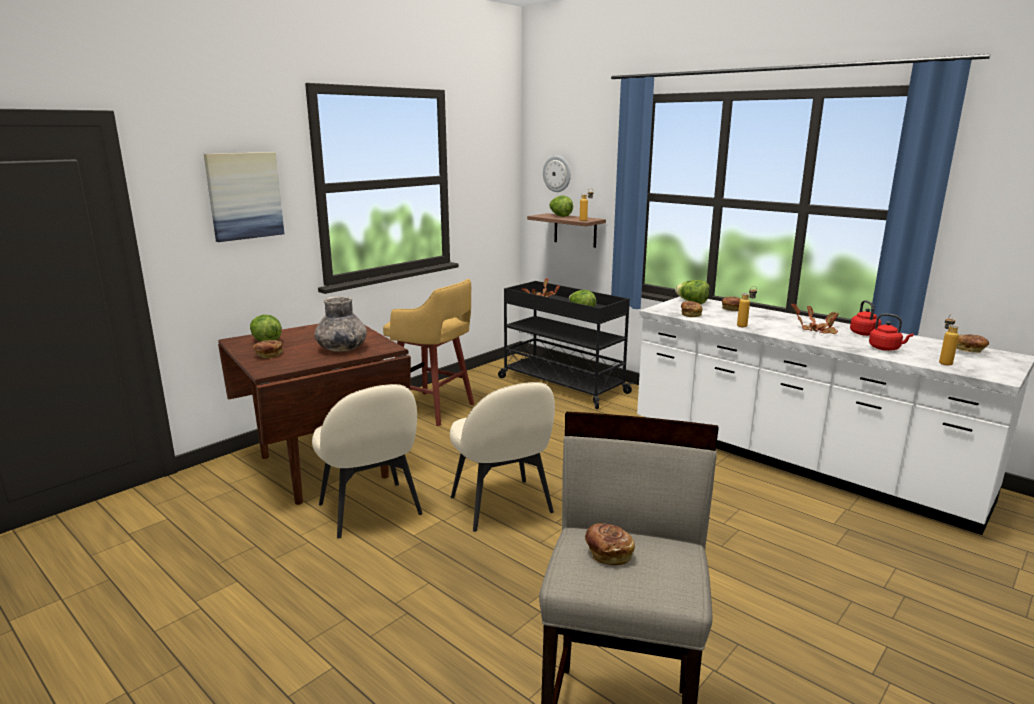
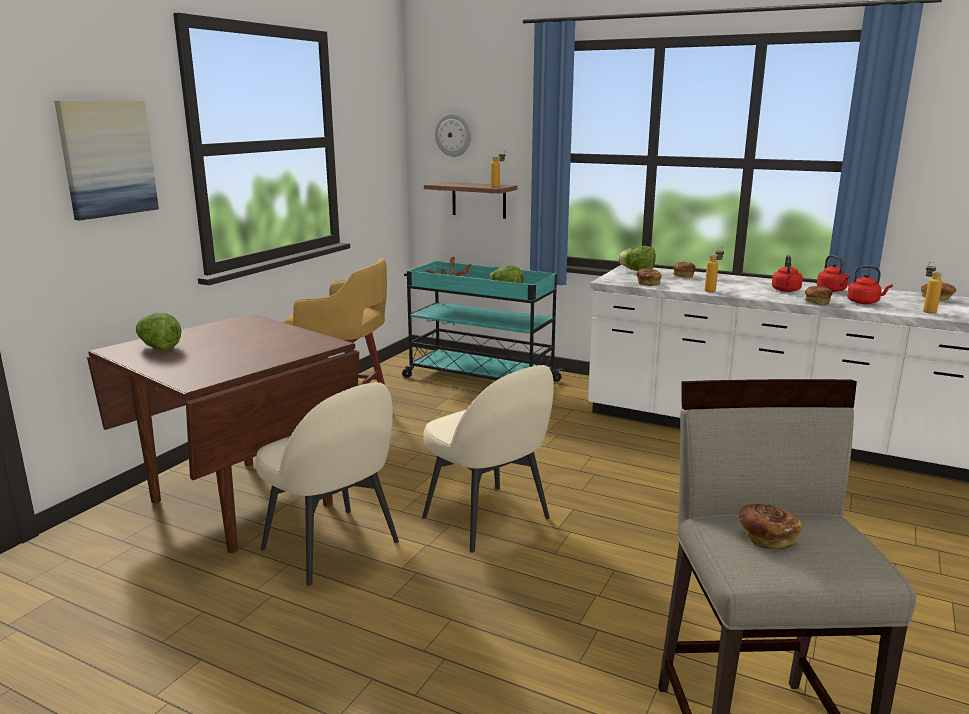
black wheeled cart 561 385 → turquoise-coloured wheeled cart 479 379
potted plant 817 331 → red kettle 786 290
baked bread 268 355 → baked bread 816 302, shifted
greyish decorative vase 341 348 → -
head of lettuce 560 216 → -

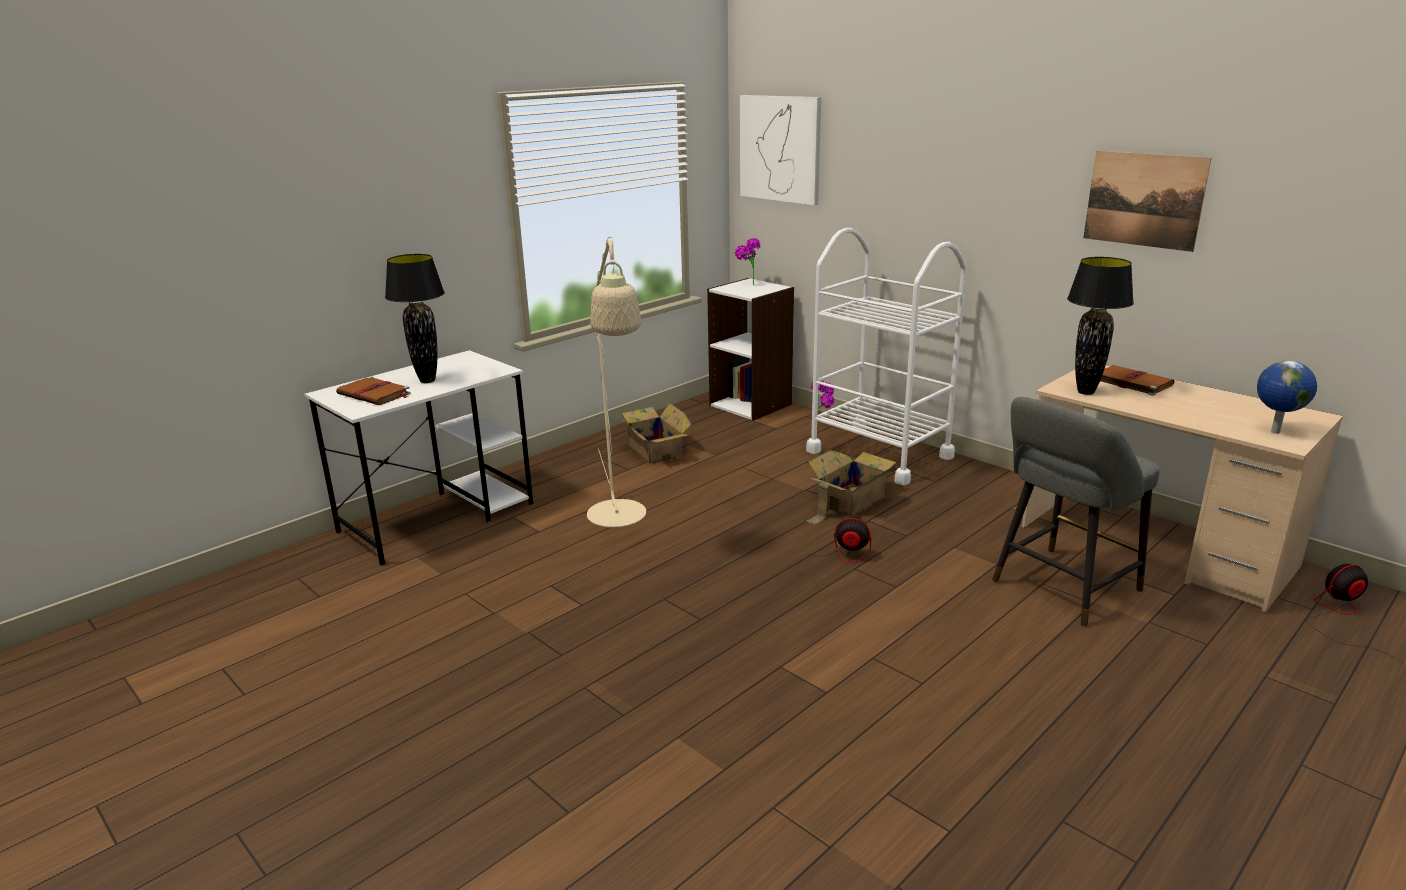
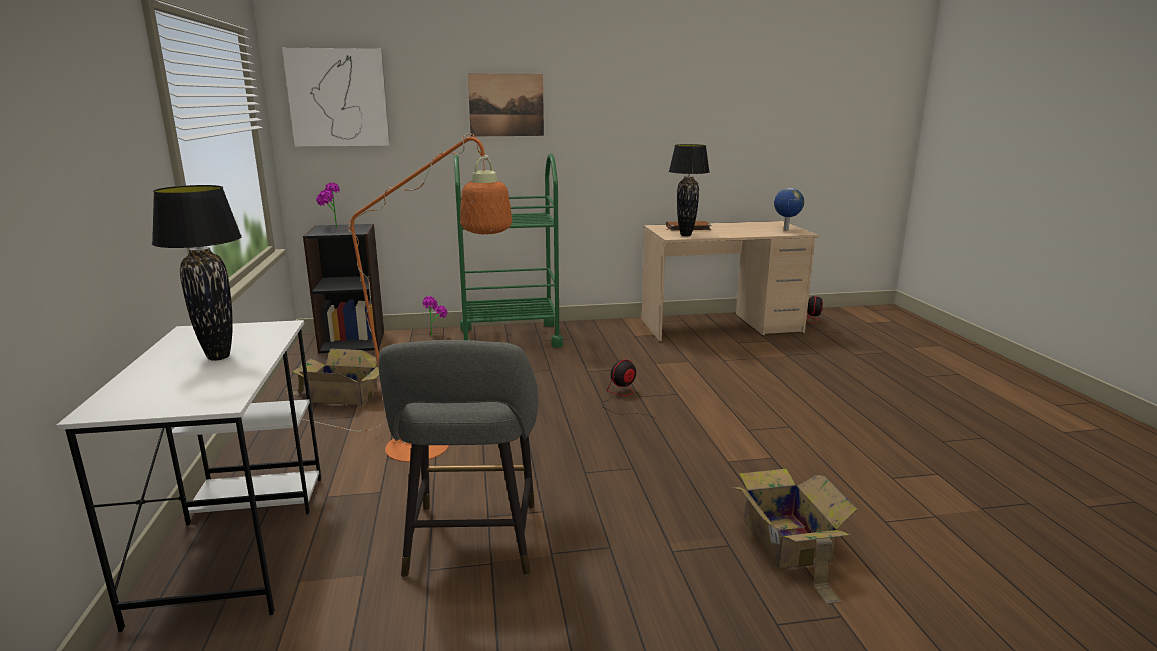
beige standing lamp 619 520 → orangey standing lamp 432 449
whitish bookcase 751 405 → black bookcase 352 342
greyish stool seat 1061 589 → greyish stool seat 471 545, shifted
whitish wheeled cart 879 454 → green-coloured wheeled cart 510 337
wall art 1144 200 → wall art 506 105, shifted
packing box 849 501 → packing box 787 543, shifted
brownish bound book 375 394 → -

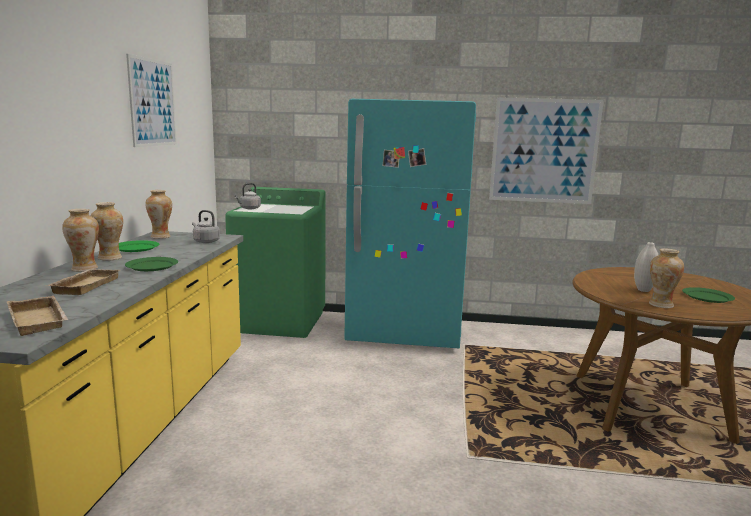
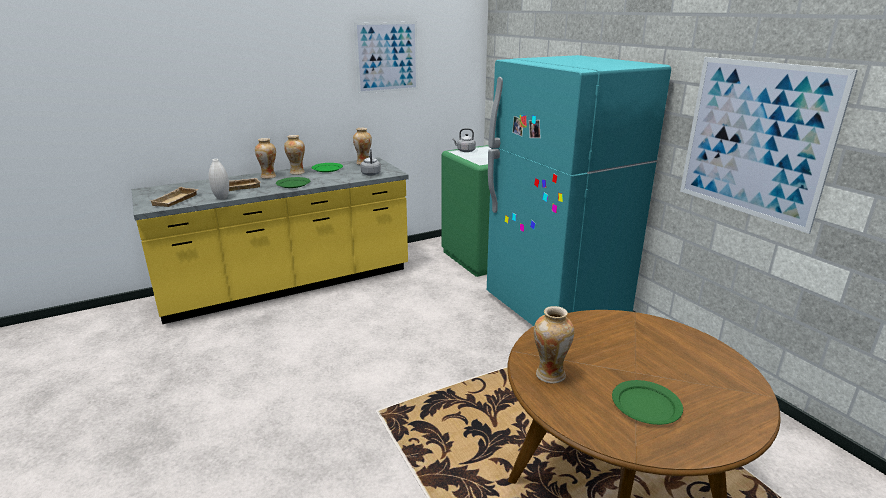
whitish decorative vase 643 290 → whitish decorative vase 222 198, shifted

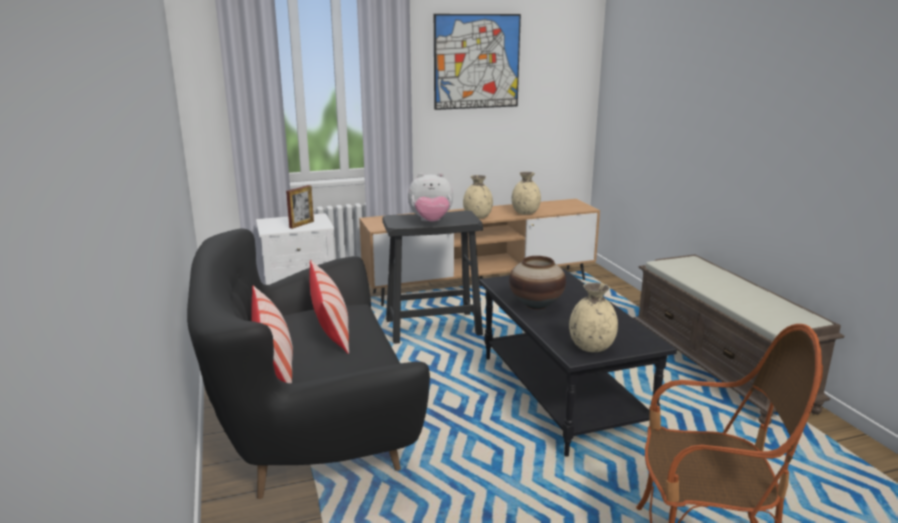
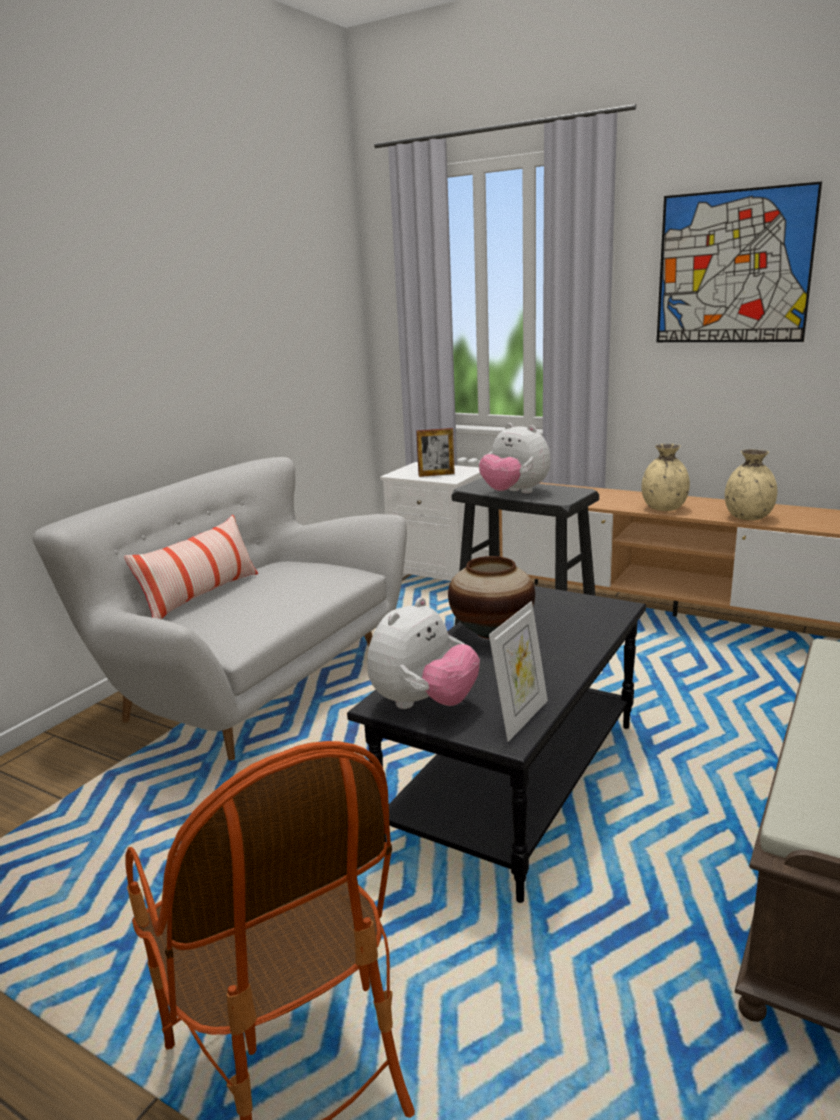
black settee 308 426 → whitish settee 251 684
beige decorative vase 591 347 → plush toy 423 704
- → standing frame 520 718
throw pillow 330 328 → -

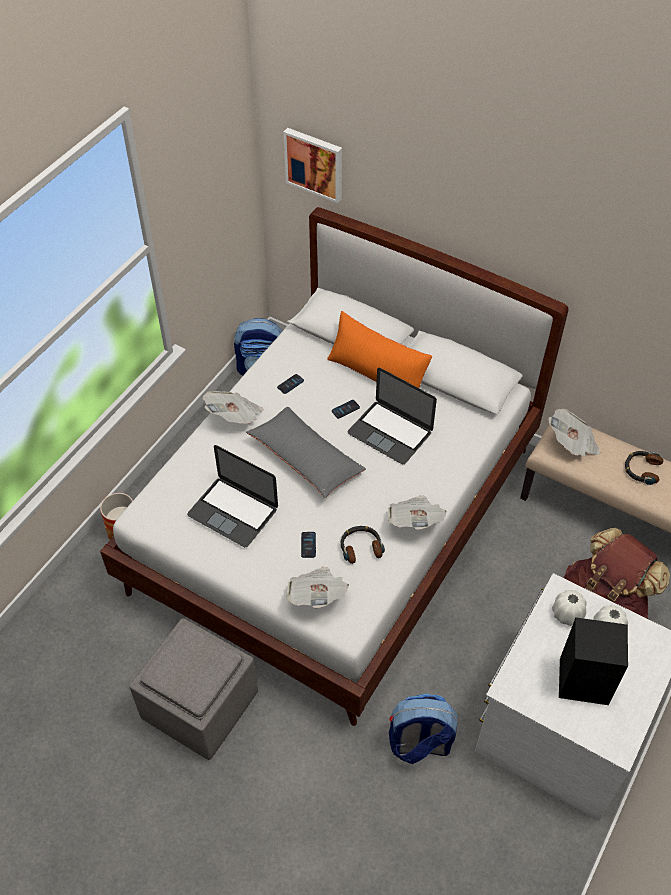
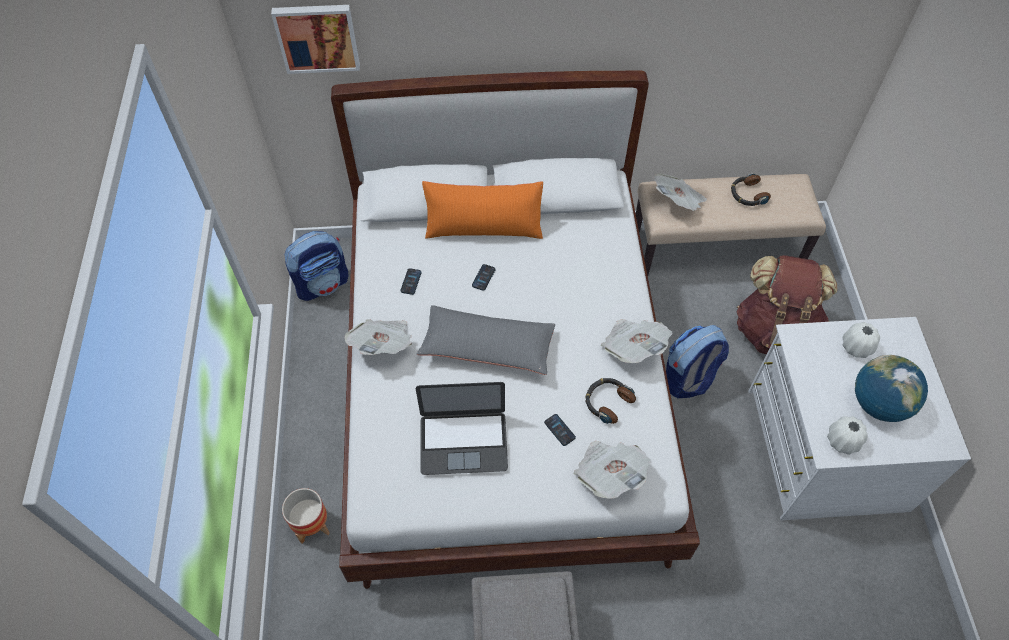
knapsack 419 744 → knapsack 688 379, shifted
whitish decorative vase 567 614 → whitish decorative vase 842 441, shifted
black speaker 585 681 → world globe 878 404
notebook computer 390 432 → -

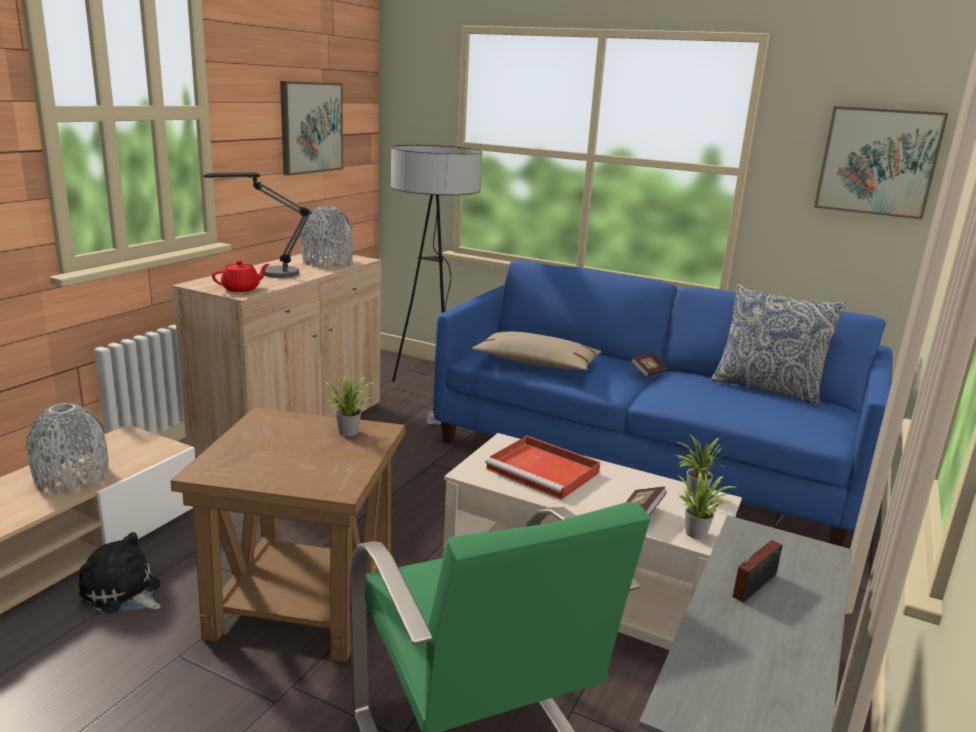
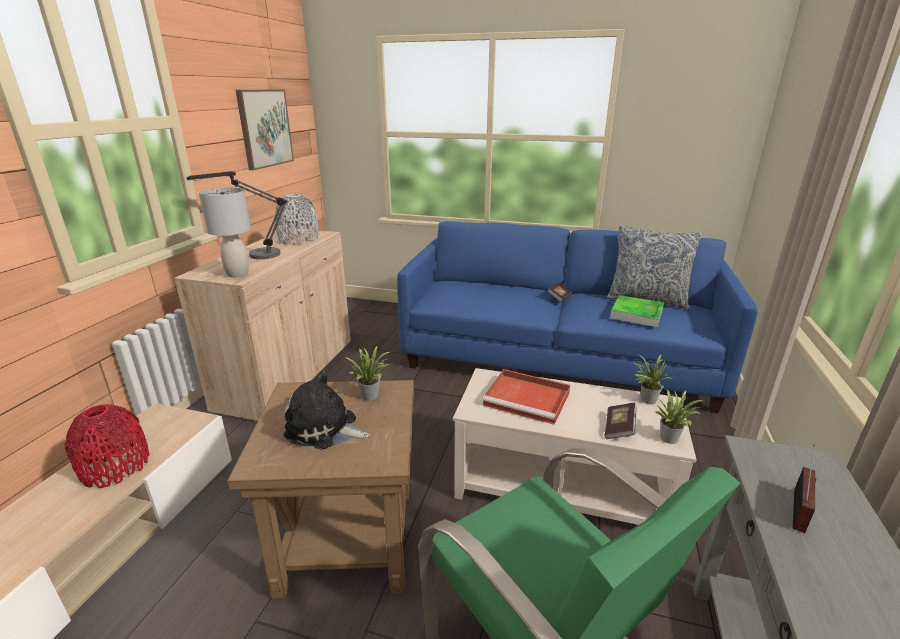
greyish decorative vase 72 476 → red decorative vase 115 466
red teapot 241 289 → greyish tabletop lamp 237 274
plush toy 123 593 → plush toy 324 429, shifted
- → tray 636 314
standing lamp 430 390 → -
beige throw pillow 536 363 → -
wall art 878 162 → -

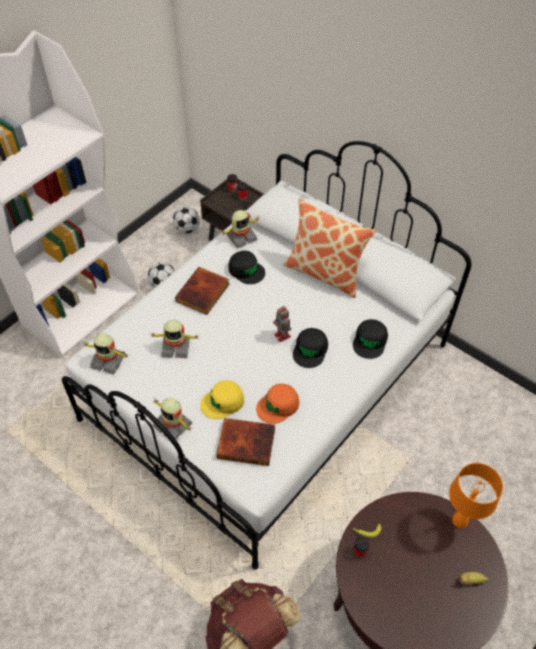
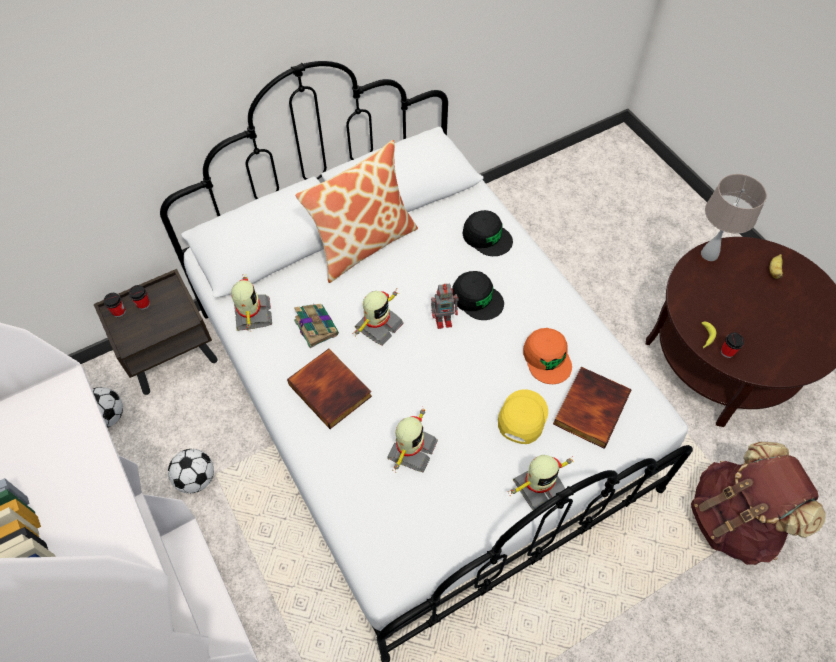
black cap 246 270 → bound book 315 326
robot figure 108 360 → robot figure 378 325, shifted
yellow cap 223 402 → yellow cap 522 417, 150 degrees counterclockwise
orangey tabletop lamp 460 520 → beige tabletop lamp 709 254

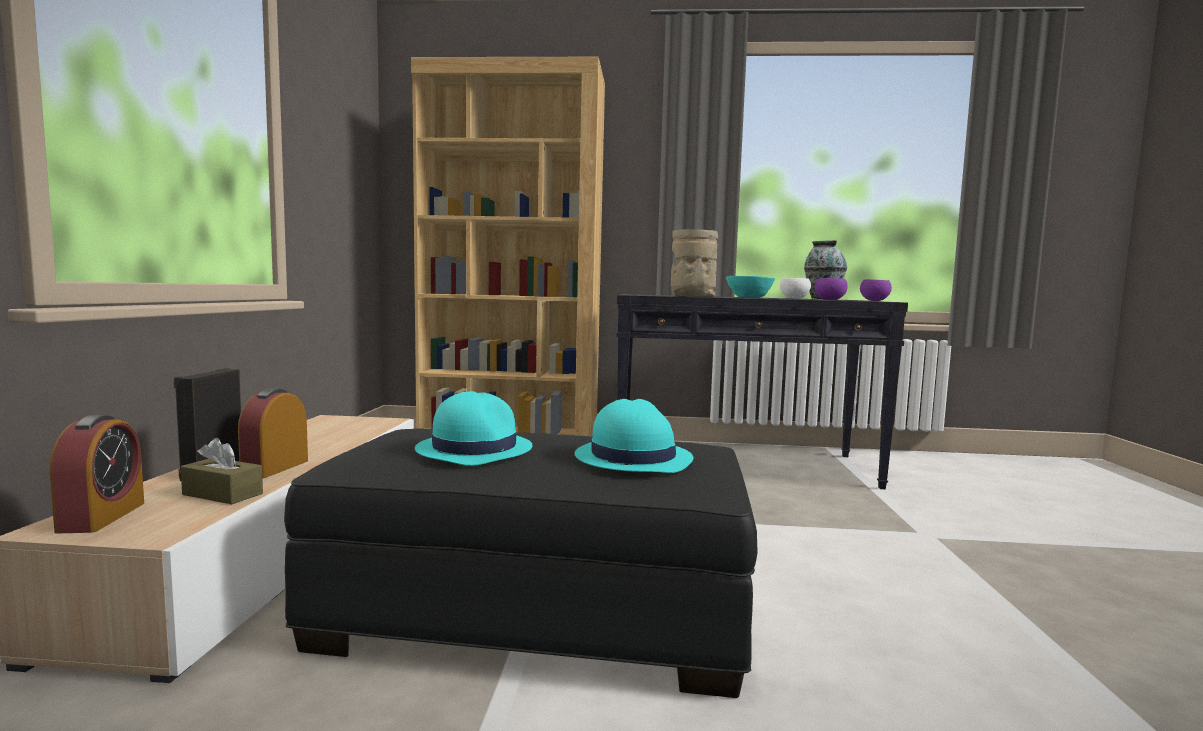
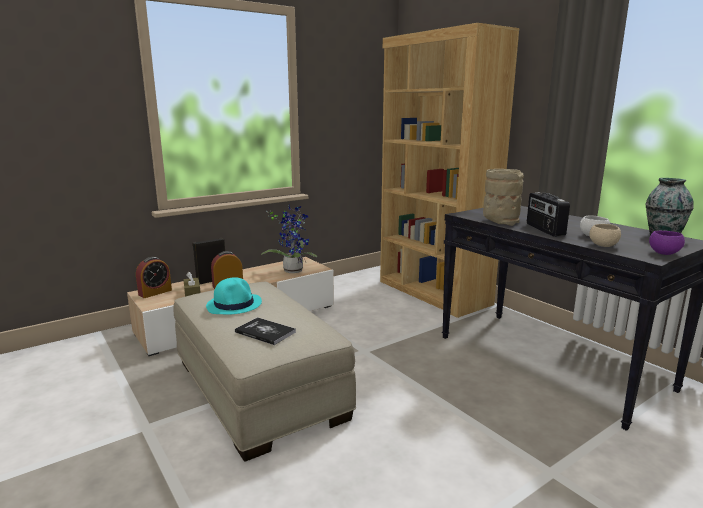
black ottoman 537 612 → beige ottoman 259 388
turquoise-coloured wearable hat 632 458 → bound book 265 332
- → potted plant 293 270
turquoise-coloured serving bowl 749 297 → radio 544 230
purple-coloured serving bowl 829 299 → beige serving bowl 603 245

